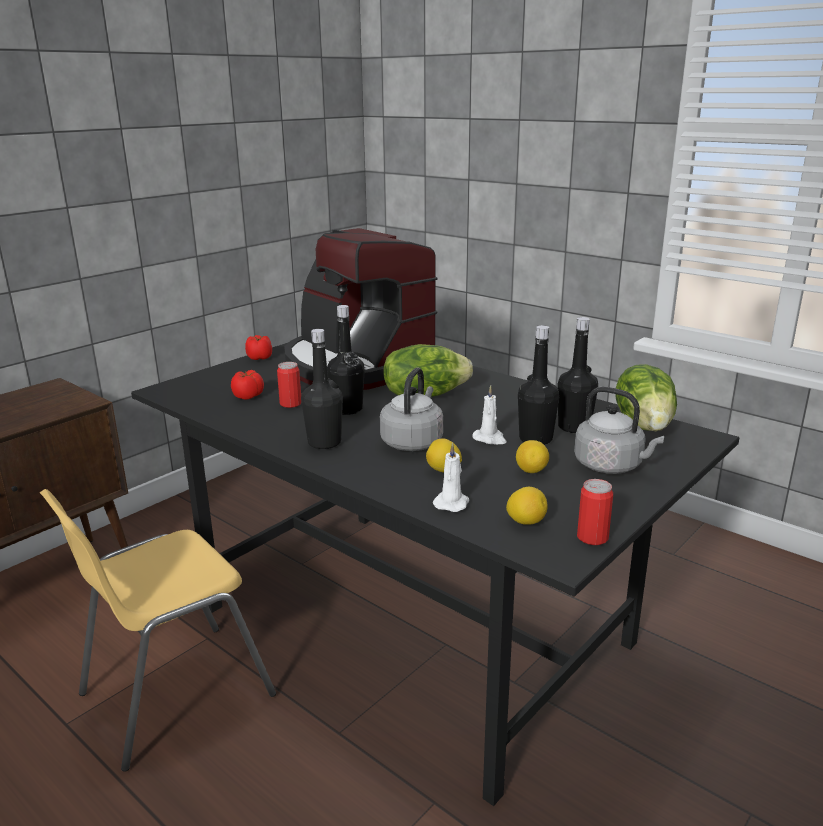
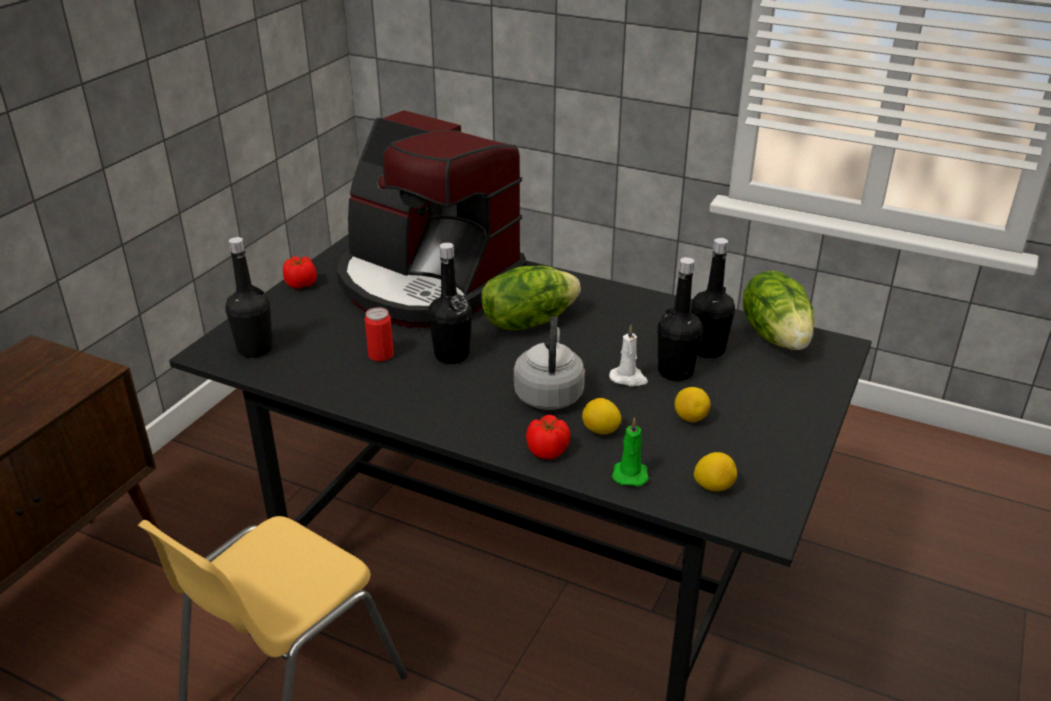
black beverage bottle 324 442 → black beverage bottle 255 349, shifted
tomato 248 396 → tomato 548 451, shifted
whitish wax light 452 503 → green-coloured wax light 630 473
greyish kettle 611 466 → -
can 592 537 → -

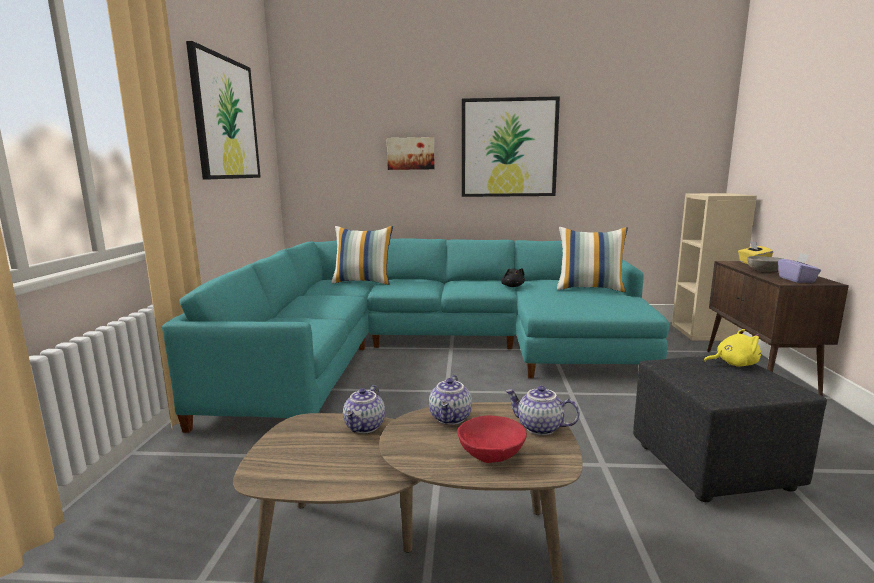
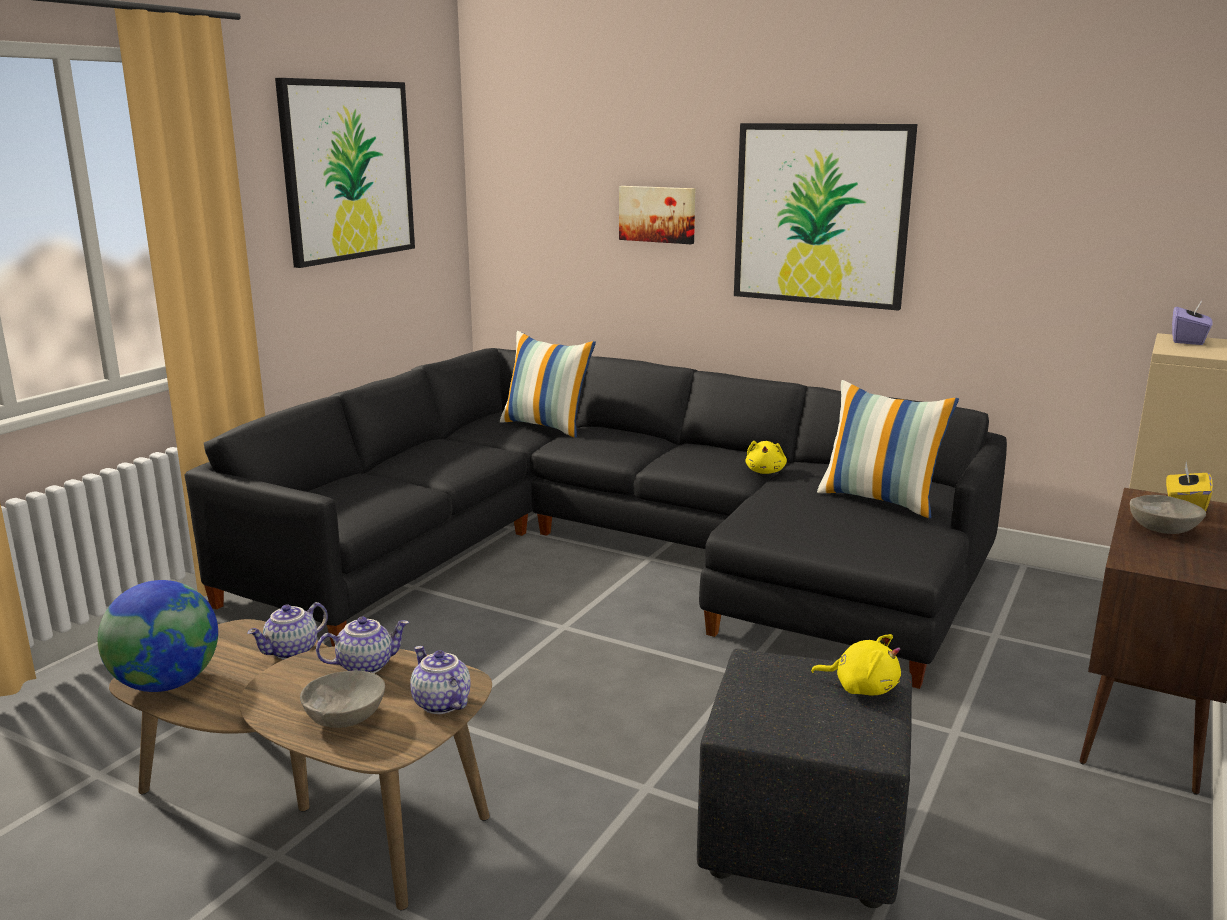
- → world globe 166 683
turquoise-coloured settee 430 350 → black settee 616 554
red serving bowl 492 454 → greyish serving bowl 346 718
teapot 451 418 → teapot 365 665, 150 degrees counterclockwise
black plush toy 512 286 → yellow plush toy 765 471
purple-coloured box of tissues 796 280 → purple-coloured box of tissues 1188 340, shifted

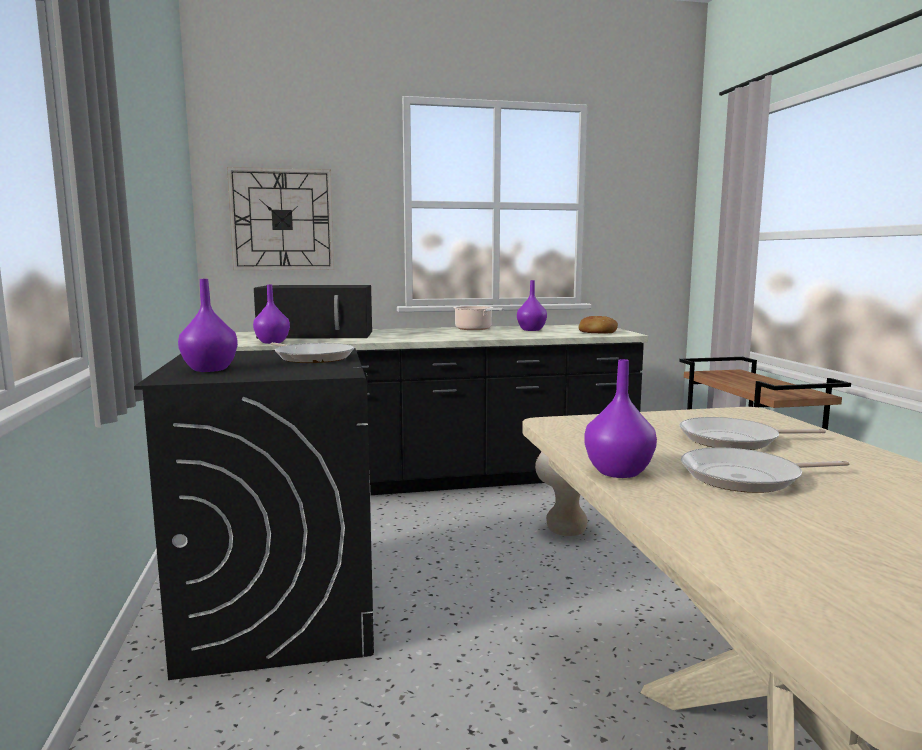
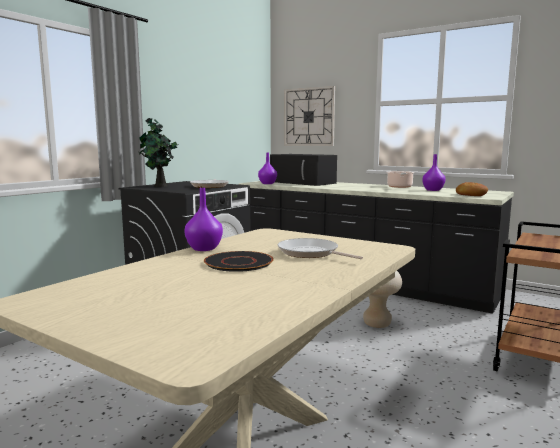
purple-coloured decorative vase 210 369 → potted plant 159 186
frying pan 746 478 → black dinner plate 239 262

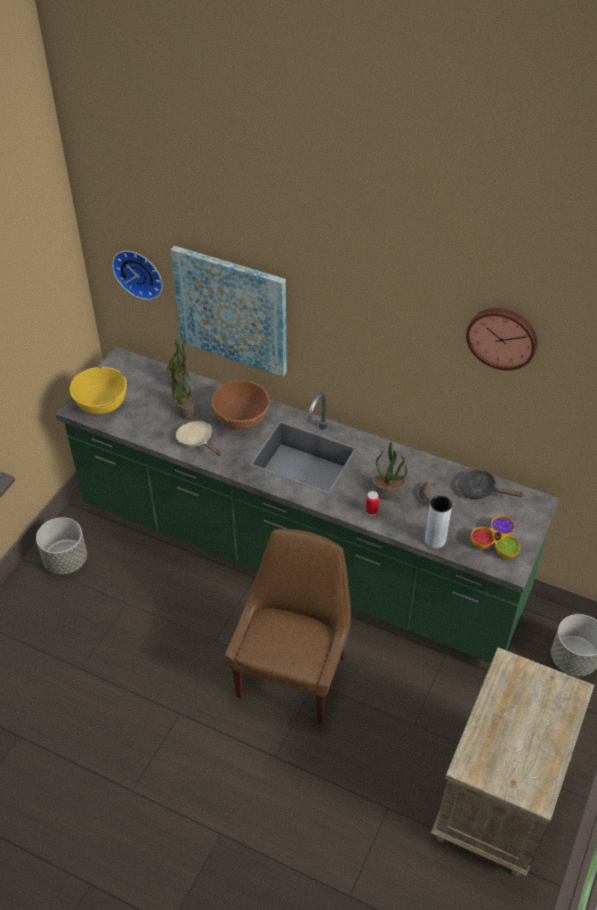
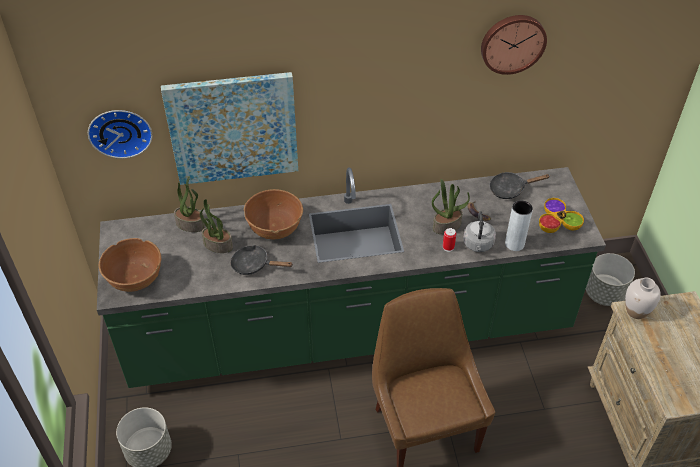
yellow serving bowl 101 404 → brownish serving bowl 135 278
beige frying pan 197 440 → black frying pan 254 265
- → greyish kettle 478 245
- → whitish decorative vase 636 311

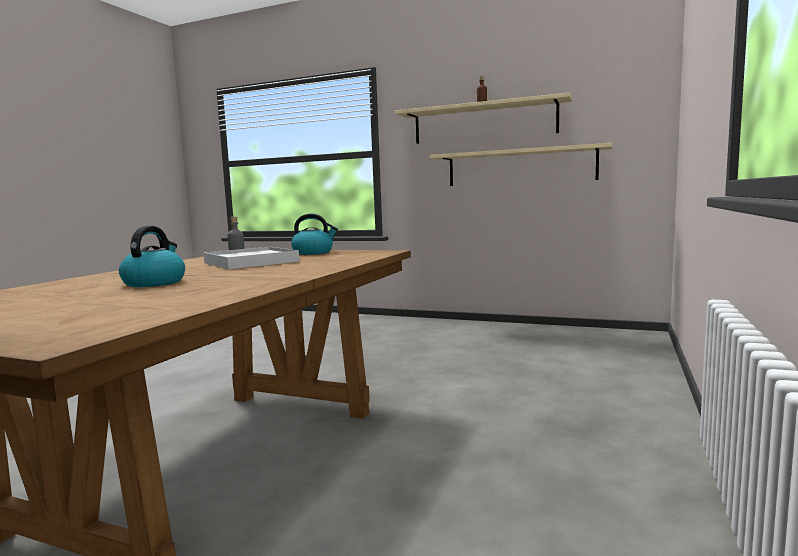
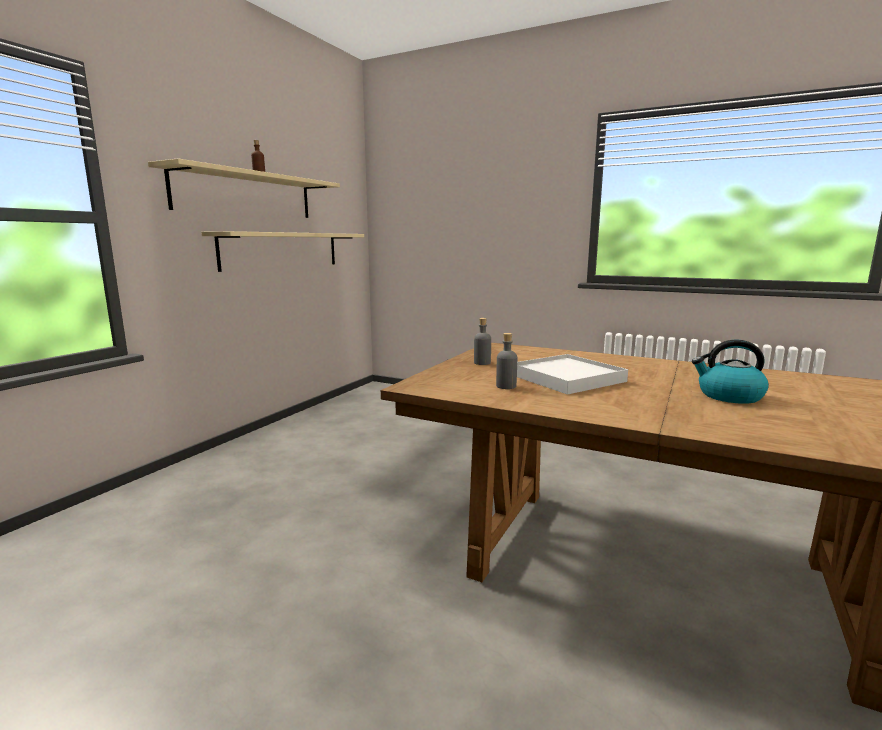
kettle 313 252 → greyish beverage bottle 482 363

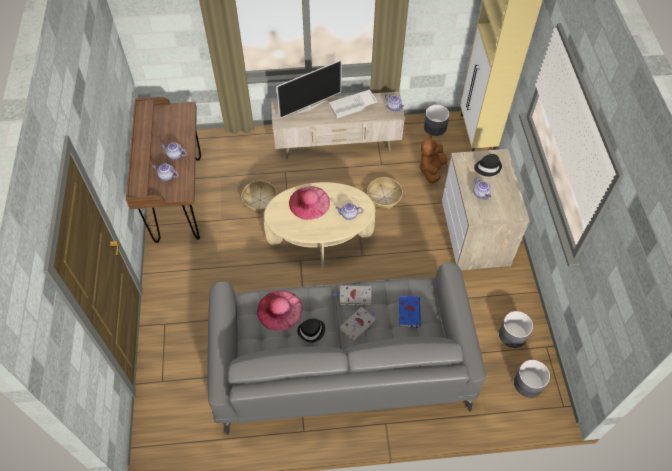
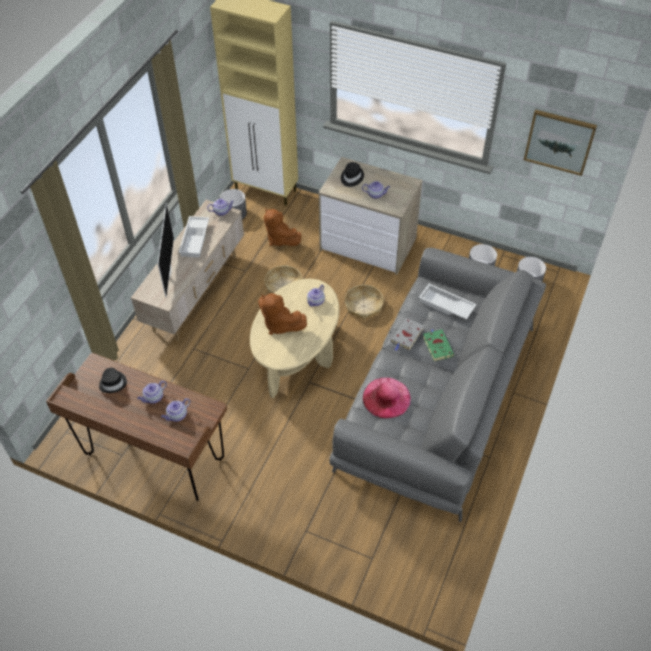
black wearable hat 311 331 → black wearable hat 113 383, shifted
pink wearable hat 309 202 → brownish plush toy 280 325
storage basket 260 200 → storage basket 363 306, shifted
blue bound book 409 311 → whitish tray 445 305
greyish bound book 358 324 → green-coloured bound book 437 346
- → wall art 559 141

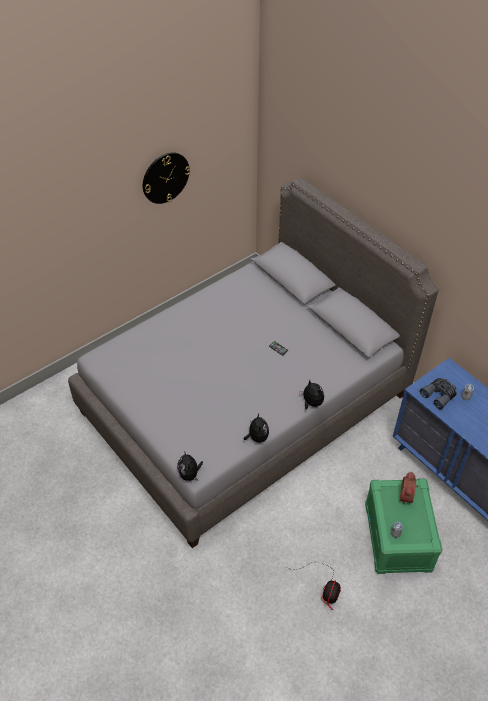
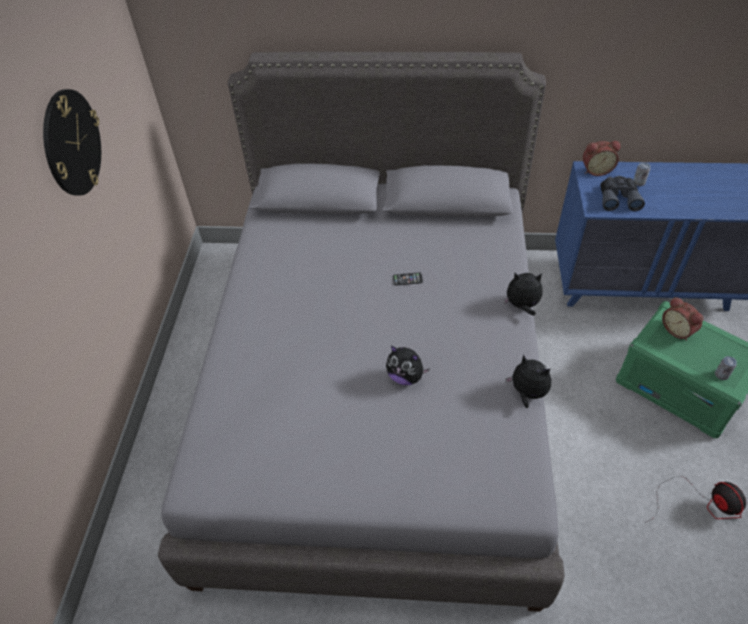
plush toy 190 474 → plush toy 405 377, shifted
- → alarm clock 596 170

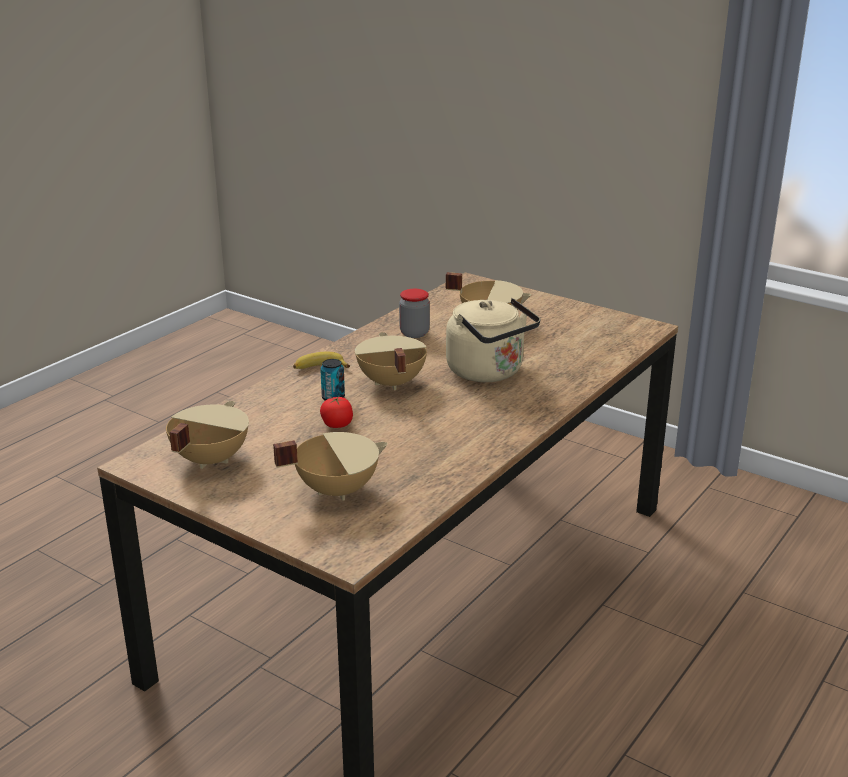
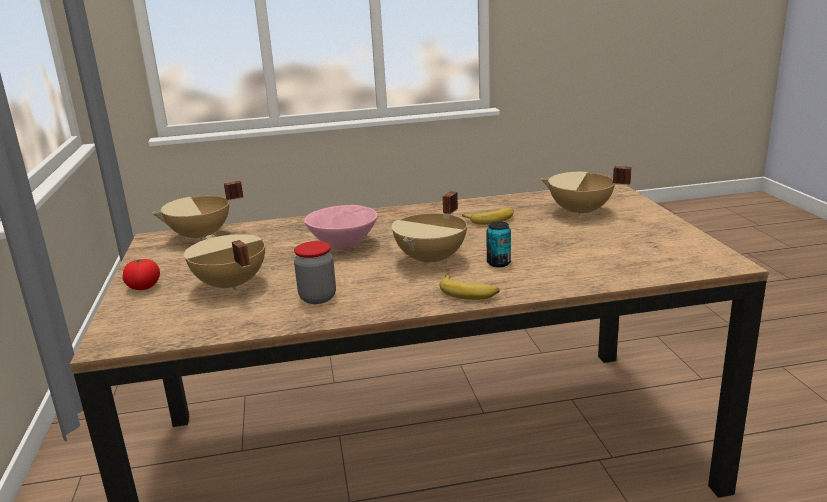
tomato 337 425 → tomato 144 287, shifted
beige saucepot 209 459 → beige saucepot 201 237, shifted
beige kettle 489 372 → pink serving bowl 344 244
- → whole banana 491 220

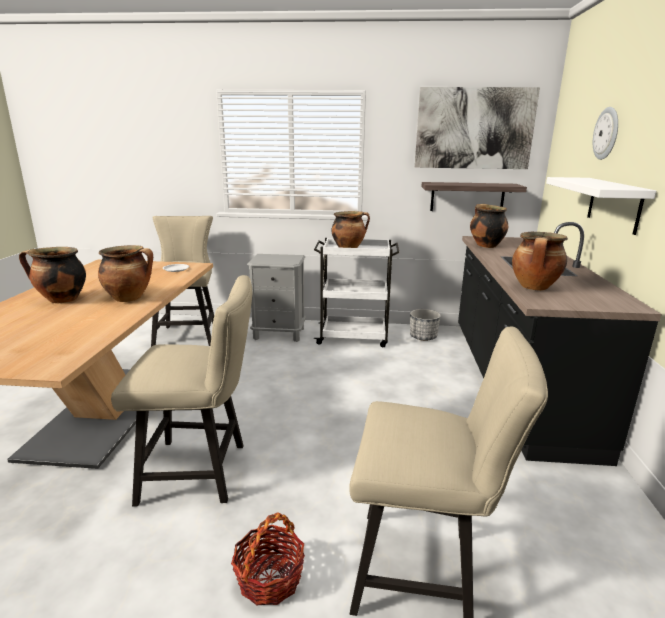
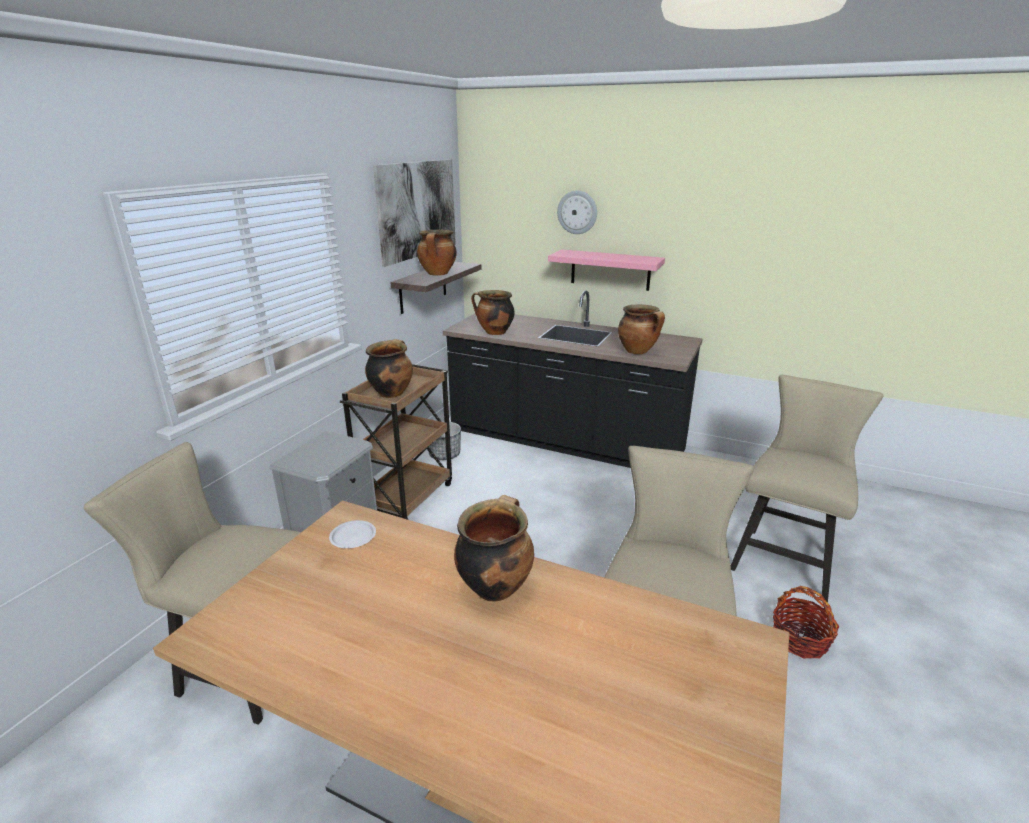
whitish wheeled cart 354 337 → brownish wheeled cart 407 497
saucepot 61 300 → saucepot 438 274, shifted
whitish shelf 614 204 → pink shelf 610 270

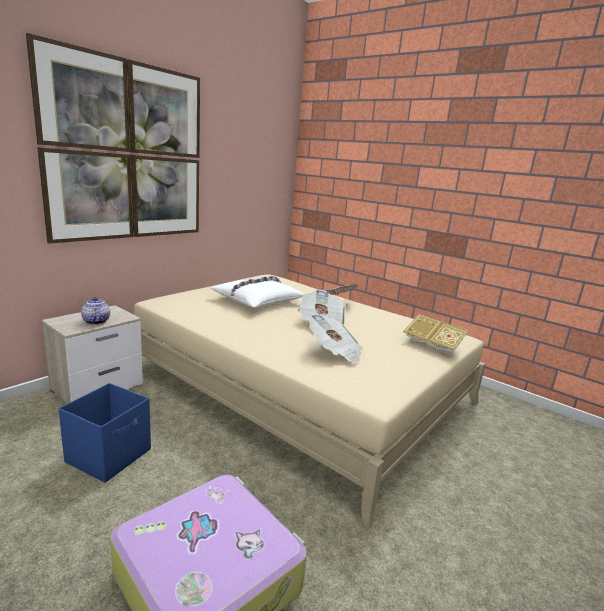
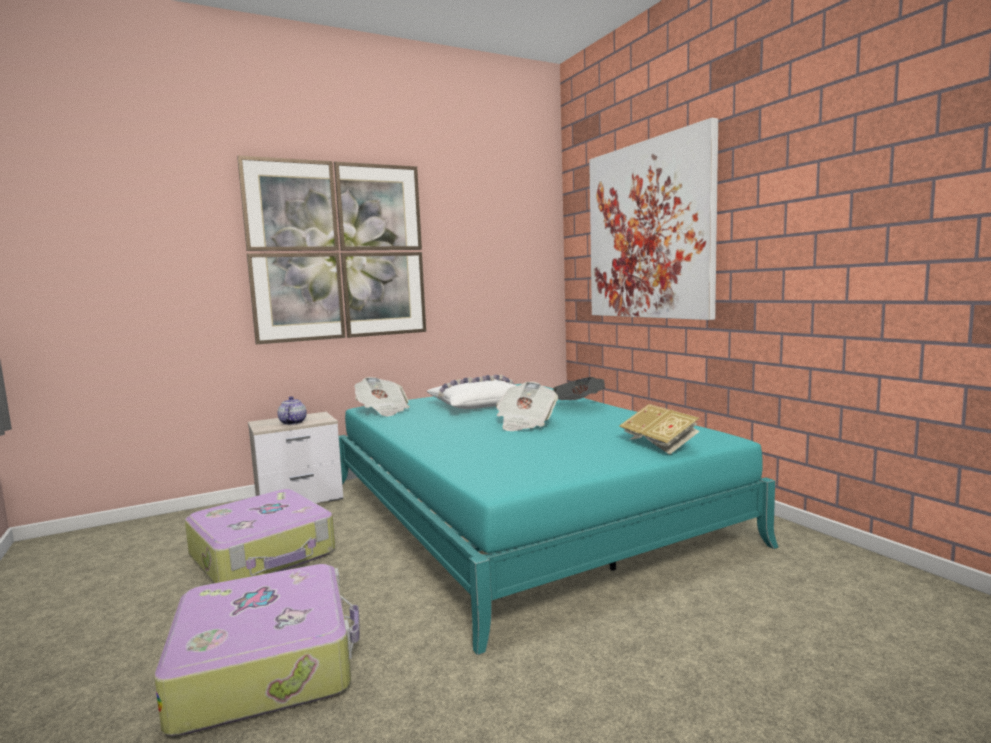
blue storage bin 110 455 → suitcase 264 554
beige bed 299 385 → turquoise-coloured bed 519 510
printed paper 335 352 → printed paper 383 411, shifted
- → wall art 648 231

